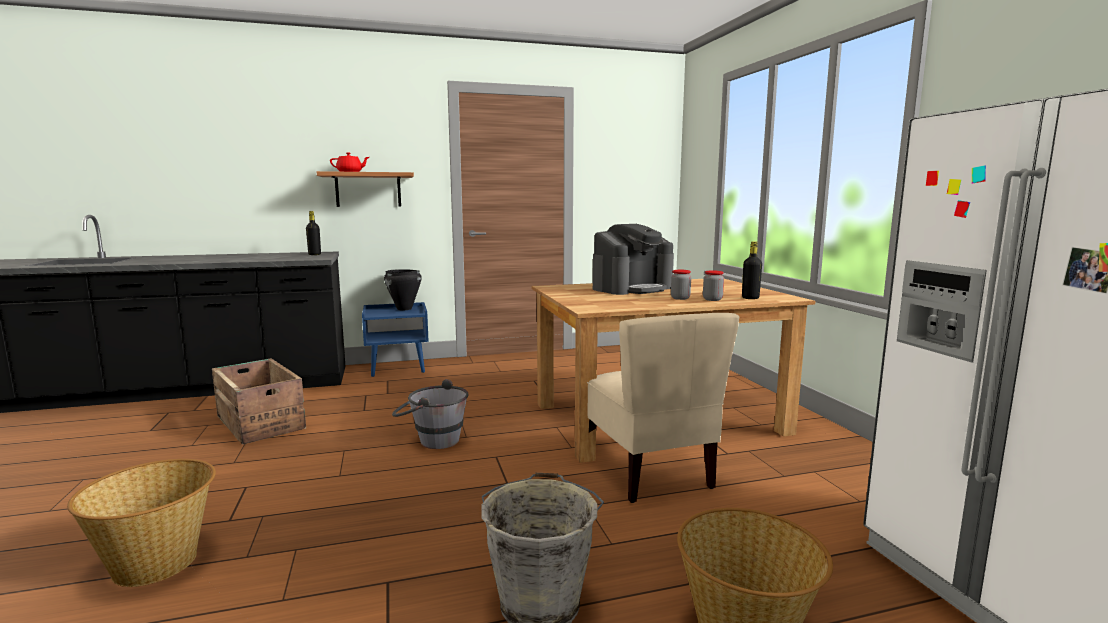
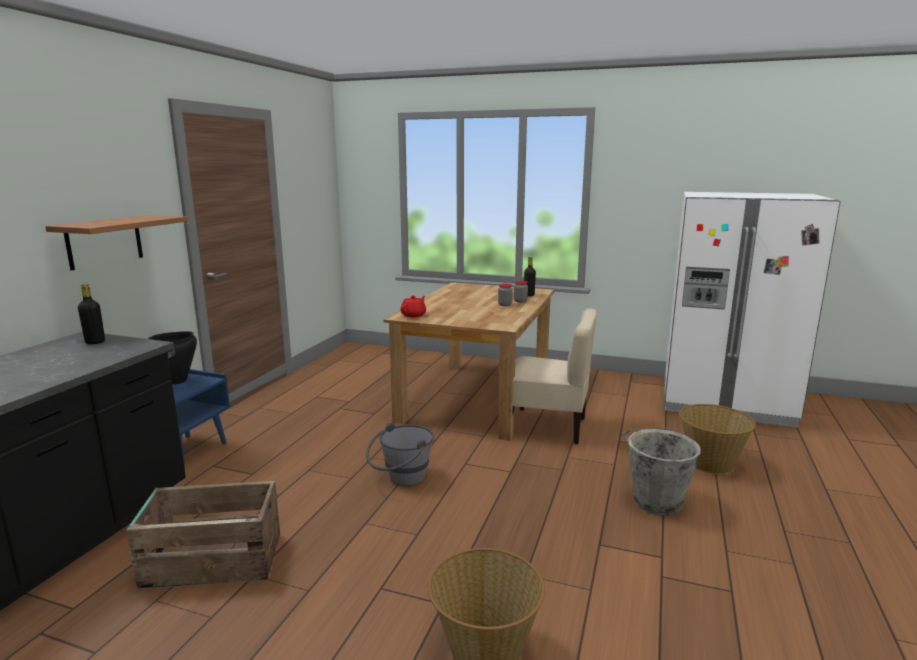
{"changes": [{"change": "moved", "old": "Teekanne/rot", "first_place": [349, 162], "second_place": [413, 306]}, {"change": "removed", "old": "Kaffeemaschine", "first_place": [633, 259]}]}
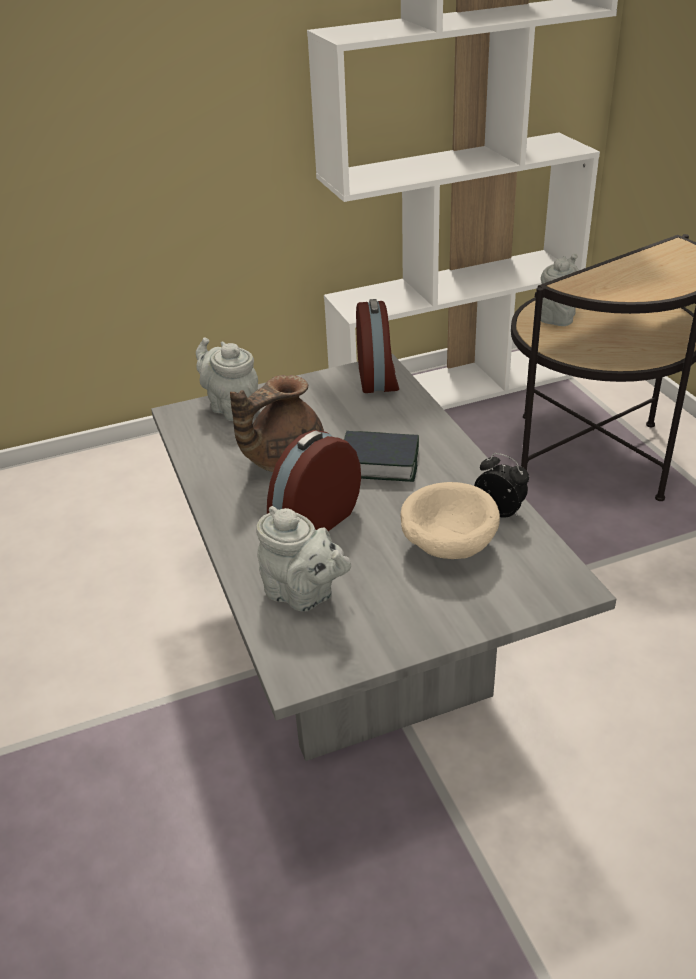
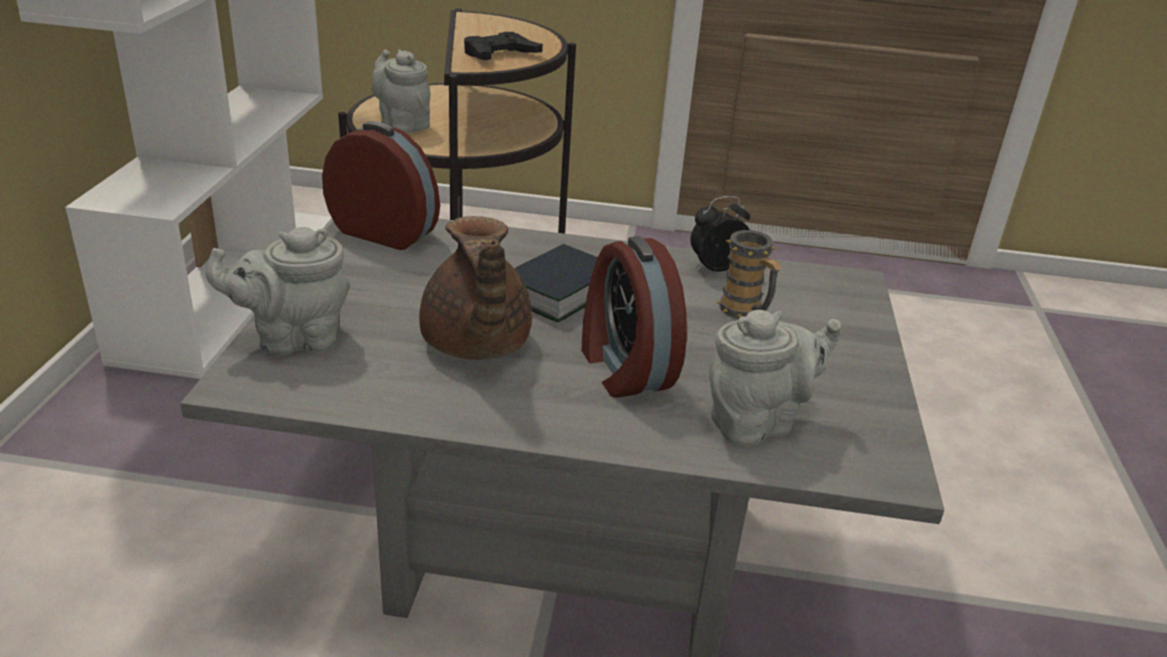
{"changes": [{"change": "added", "new": "Gamepad/schwarz", "second_place": [503, 46]}, {"change": "replaced", "old": "Schüssel/beige", "new": "Henkelbecher", "first_place": [450, 520], "second_place": [749, 274]}]}
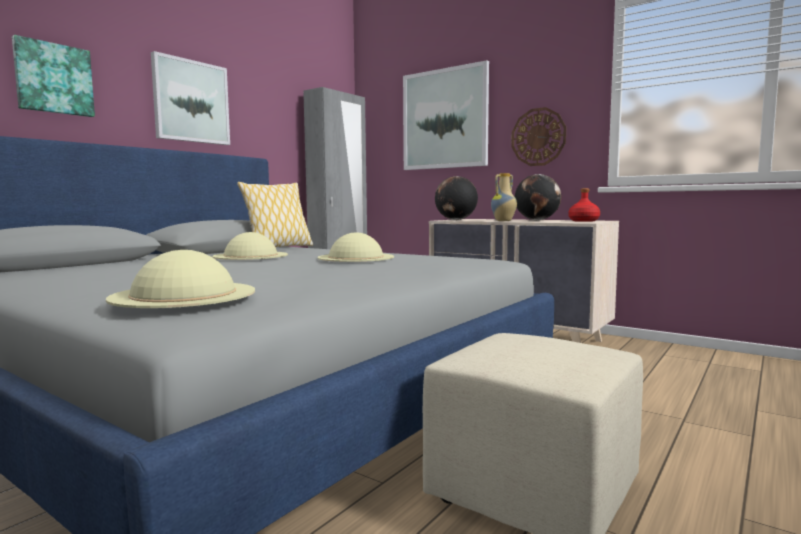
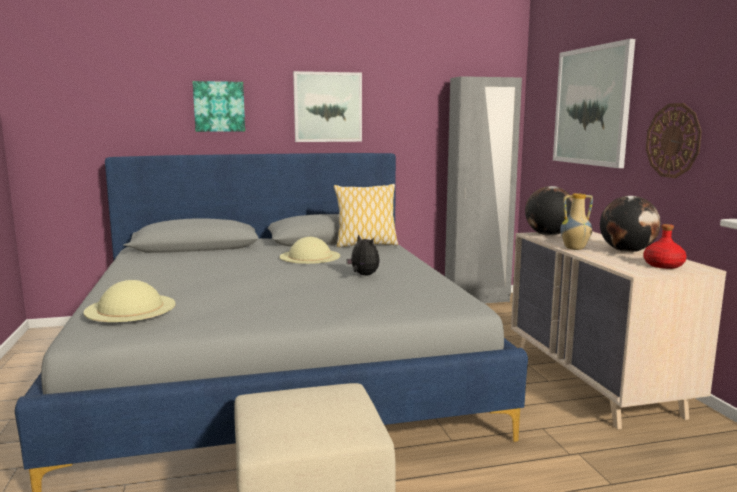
{"changes": [{"change": "replaced", "old": "Hut/beige", "new": "Plüschtier", "first_place": [356, 247], "second_place": [363, 254]}]}
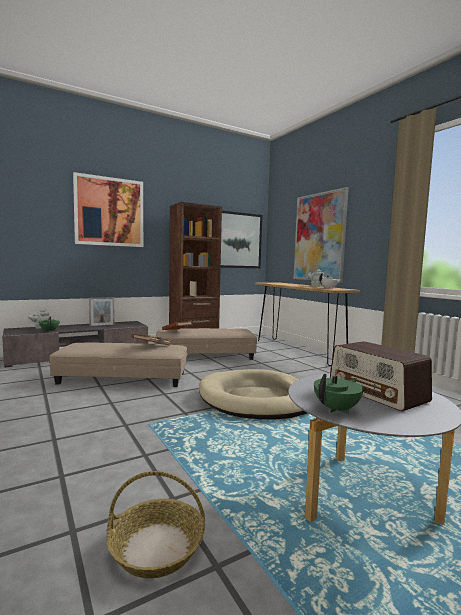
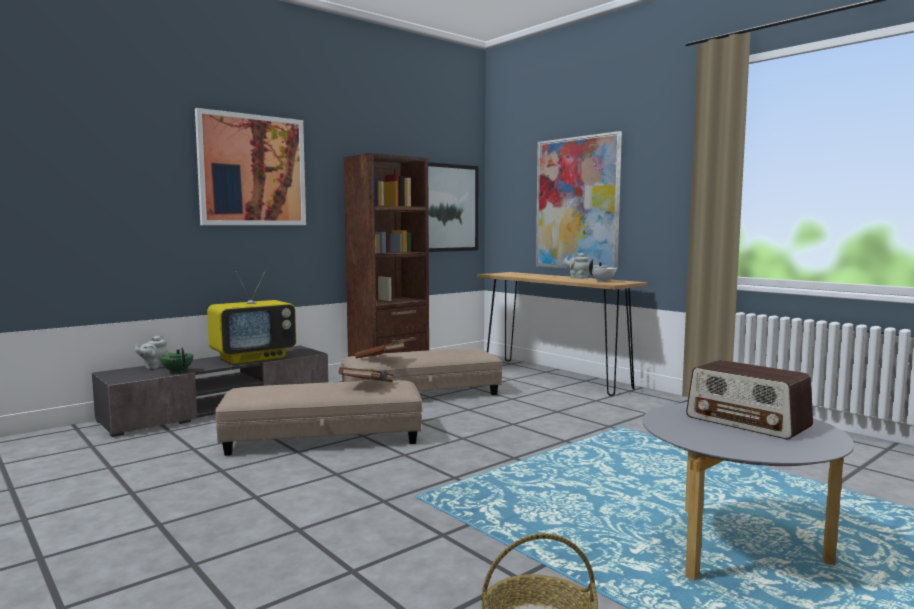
{"changes": [{"change": "replaced", "old": "Bilderrahmen", "new": "Fernseher", "first_place": [102, 312], "second_place": [251, 317]}, {"change": "removed", "old": "Hundebett/beige", "first_place": [253, 394]}, {"change": "removed", "old": "Teekanne/grün", "first_place": [339, 394]}]}
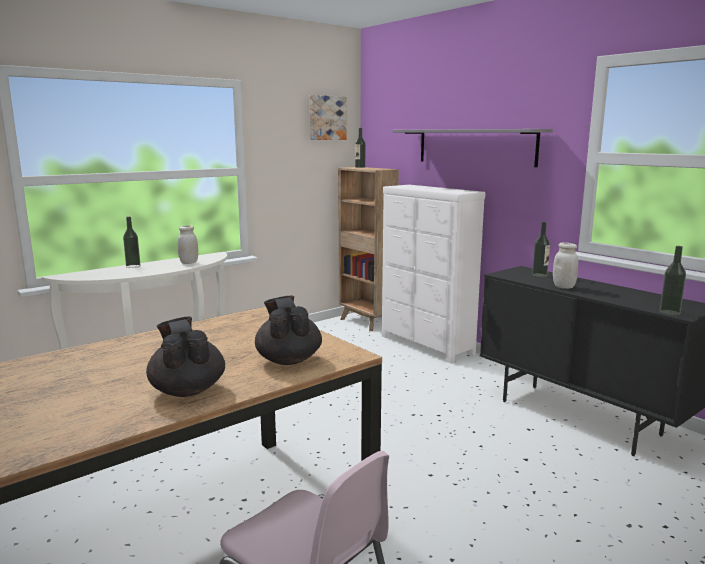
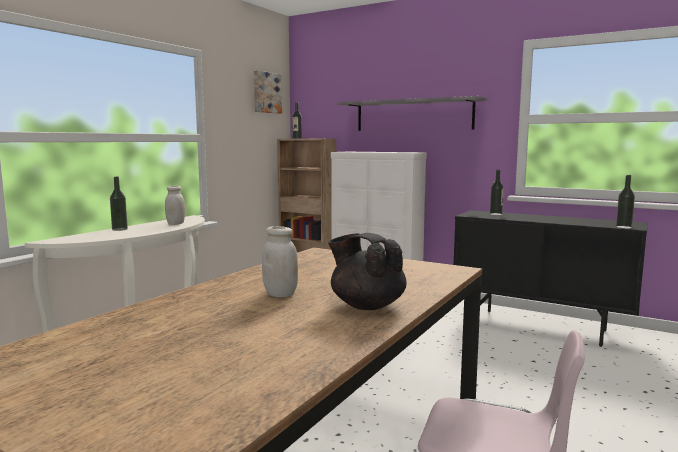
{"changes": [{"change": "moved", "old": "Vorratsglas/weiß", "first_place": [565, 265], "second_place": [280, 261]}, {"change": "removed", "old": "Teekanne/schwarz", "first_place": [288, 330]}]}
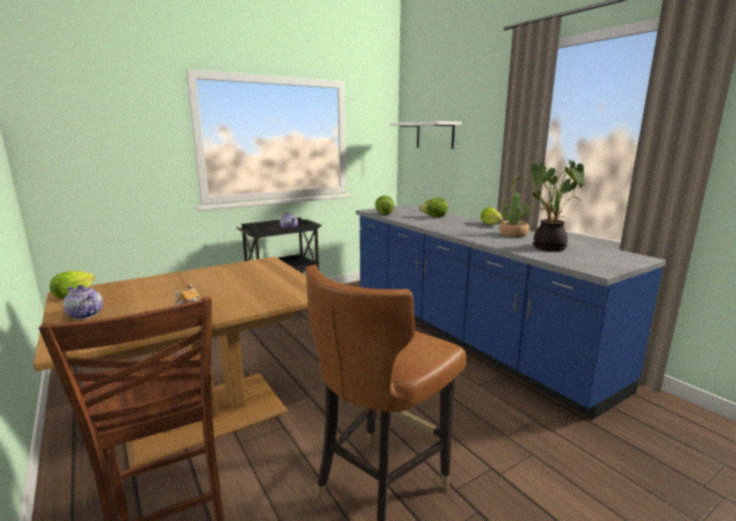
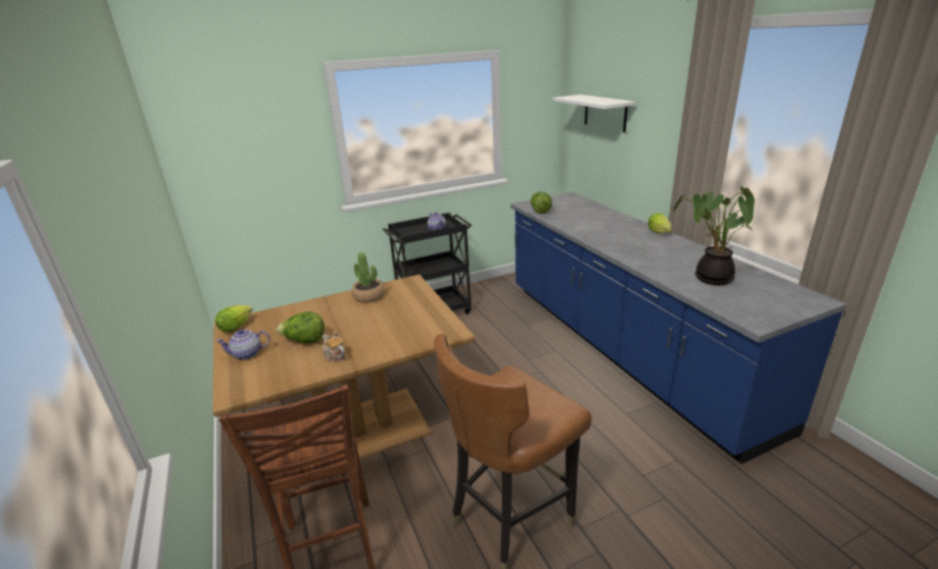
{"changes": [{"change": "turned", "old": "Teekanne", "first_place": [83, 302], "second_place": [243, 344], "degrees": -60}, {"change": "moved", "old": "Salatkopf", "first_place": [433, 207], "second_place": [300, 327]}, {"change": "moved", "old": "Topfpflanze", "first_place": [514, 215], "second_place": [368, 277]}]}
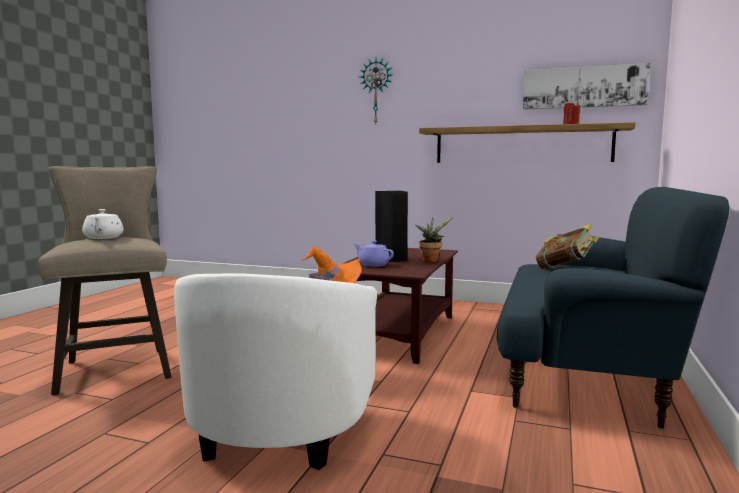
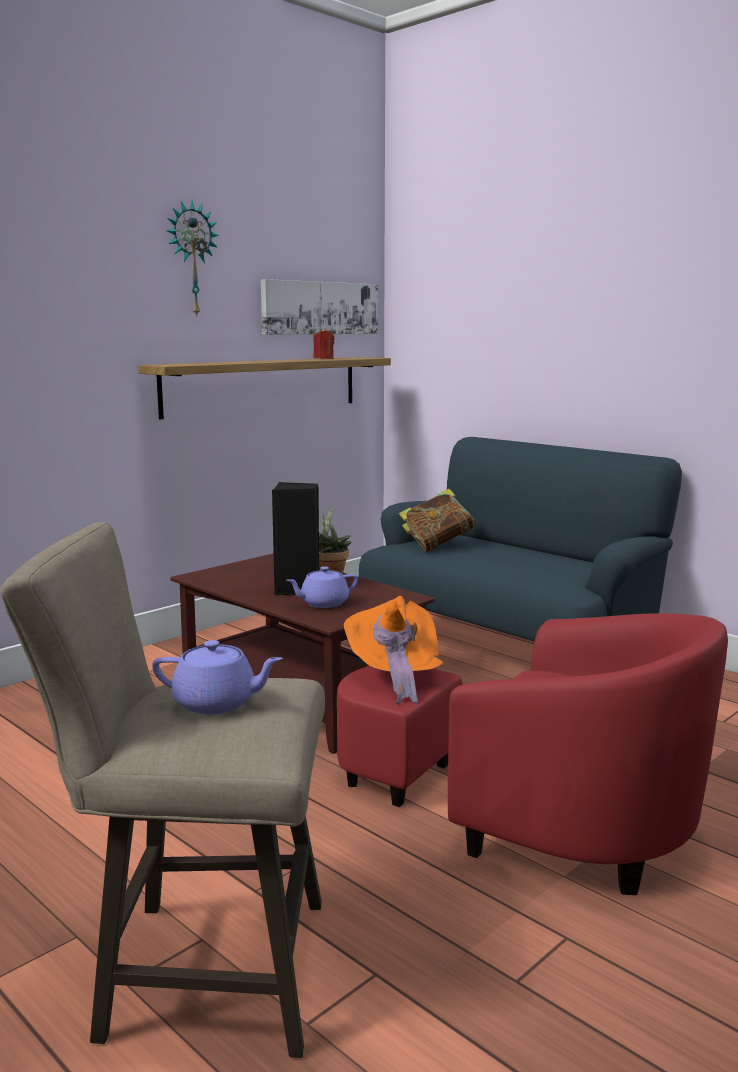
{"changes": [{"change": "recoloured", "old": "Teekanne/weiß", "new": "Teekanne/lila", "first_place": [103, 224], "second_place": [217, 677]}, {"change": "moved", "old": "Wanduhr", "first_place": [376, 91], "second_place": [193, 259]}, {"change": "recoloured", "old": "Sessel/weiß", "new": "Sessel/rot", "first_place": [275, 371], "second_place": [532, 754]}]}
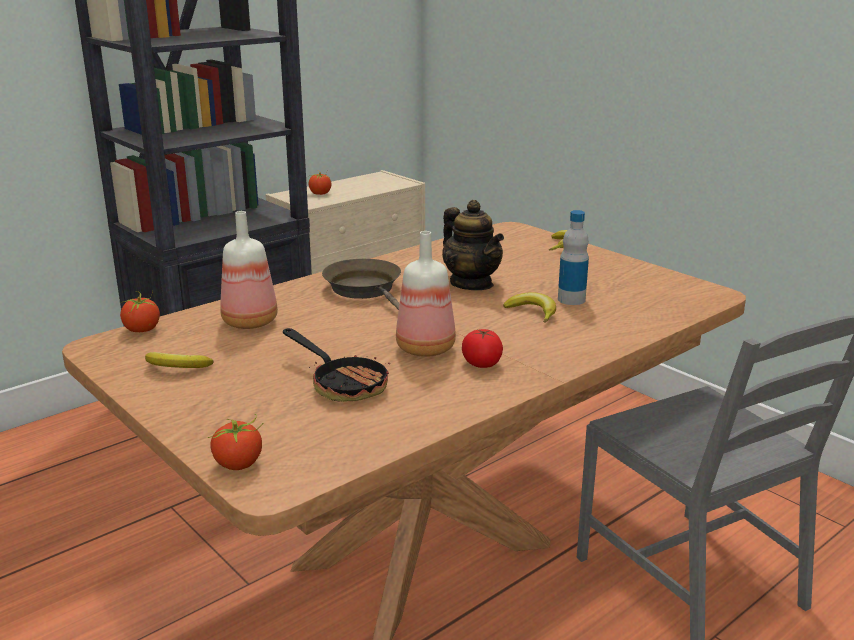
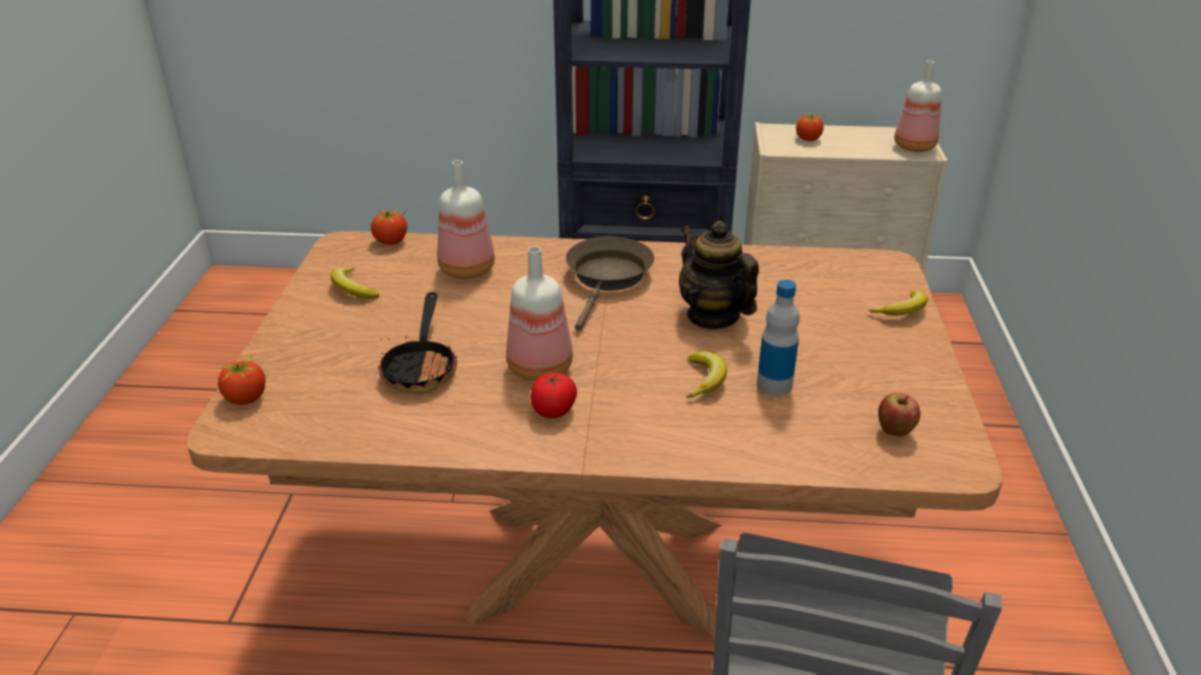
{"changes": [{"change": "turned", "old": "Teekanne", "first_place": [473, 245], "second_place": [719, 275], "degrees": 135}, {"change": "added", "new": "Apfel", "second_place": [899, 415]}, {"change": "added", "new": "Flasche", "second_place": [918, 106]}]}
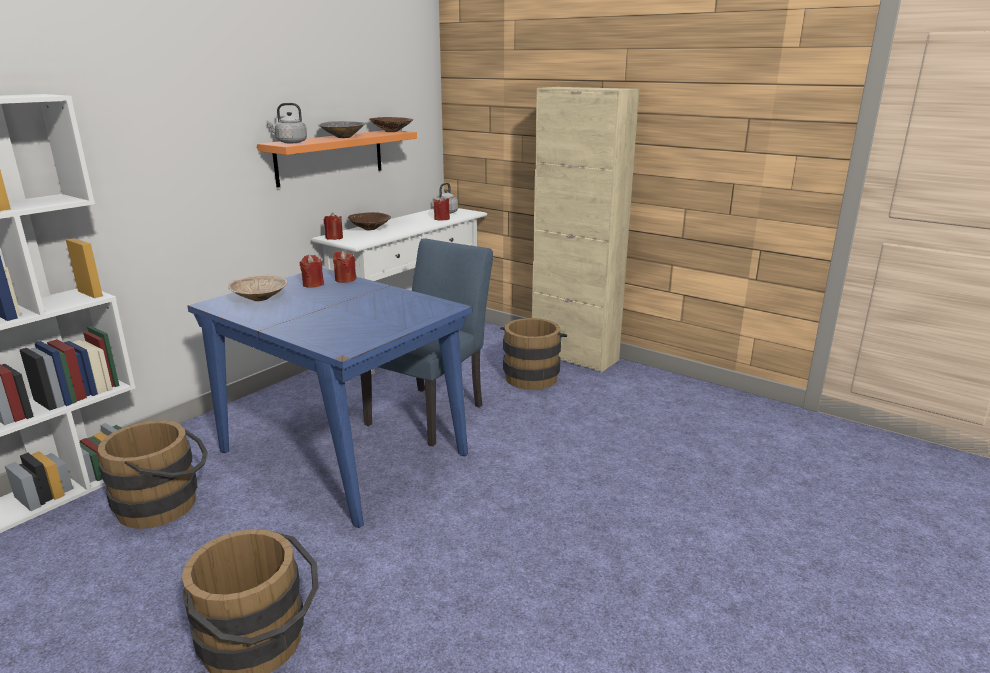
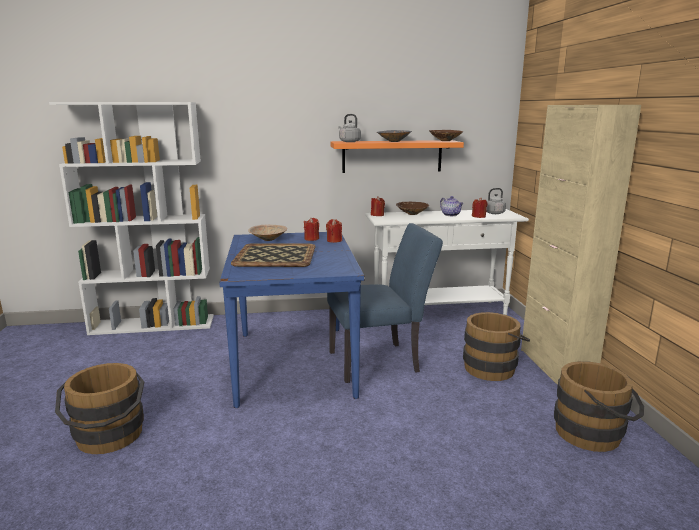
{"changes": [{"change": "added", "new": "Tablett", "second_place": [273, 255]}, {"change": "added", "new": "Teekanne", "second_place": [452, 206]}, {"change": "moved", "old": "Eimer/braun", "first_place": [153, 474], "second_place": [599, 406]}]}
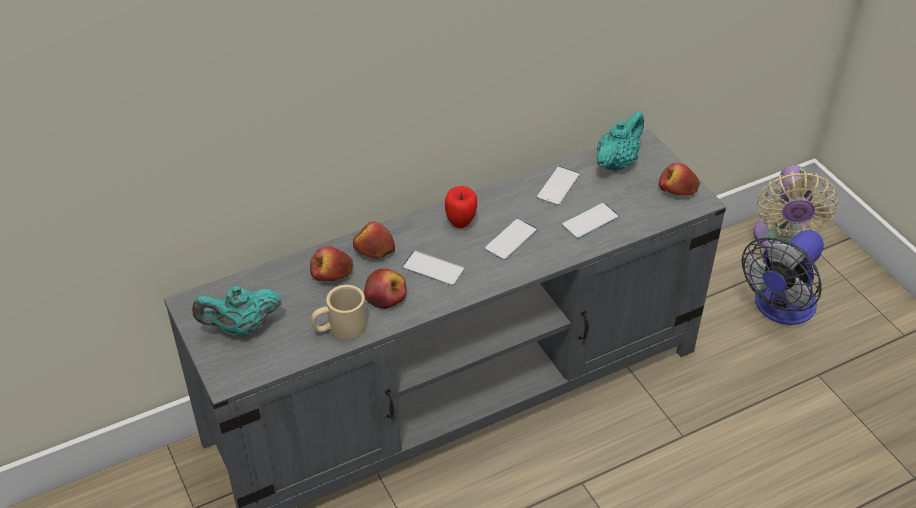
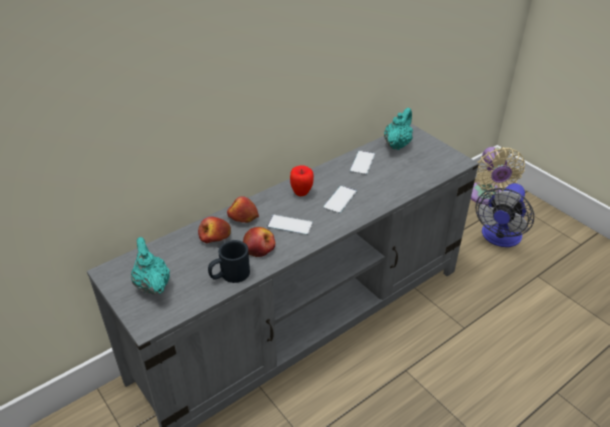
{"changes": [{"change": "turned", "old": "Teekanne/türkis", "first_place": [237, 311], "second_place": [150, 266], "degrees": 90}, {"change": "recoloured", "old": "Henkelbecher/beige", "new": "Henkelbecher/schwarz", "first_place": [339, 312], "second_place": [229, 261]}, {"change": "removed", "old": "Handy", "first_place": [590, 220]}, {"change": "removed", "old": "Apfel", "first_place": [679, 179]}]}
